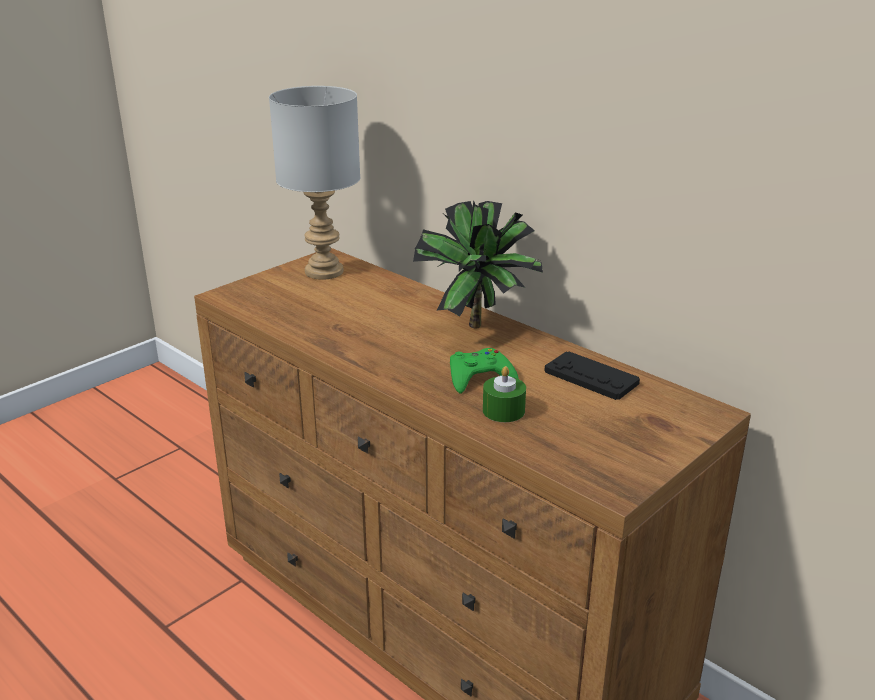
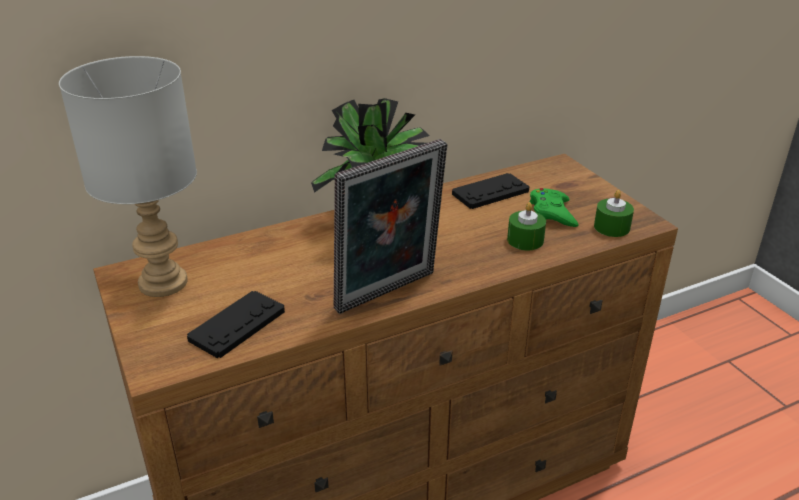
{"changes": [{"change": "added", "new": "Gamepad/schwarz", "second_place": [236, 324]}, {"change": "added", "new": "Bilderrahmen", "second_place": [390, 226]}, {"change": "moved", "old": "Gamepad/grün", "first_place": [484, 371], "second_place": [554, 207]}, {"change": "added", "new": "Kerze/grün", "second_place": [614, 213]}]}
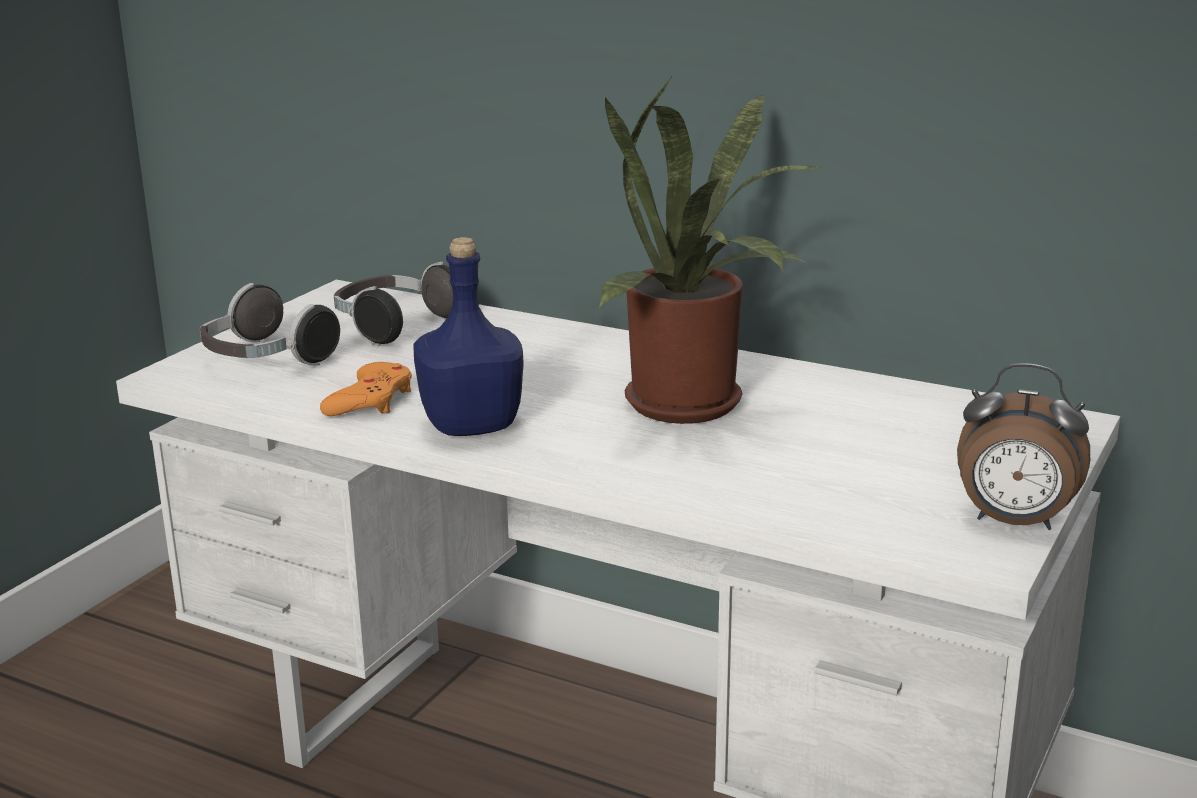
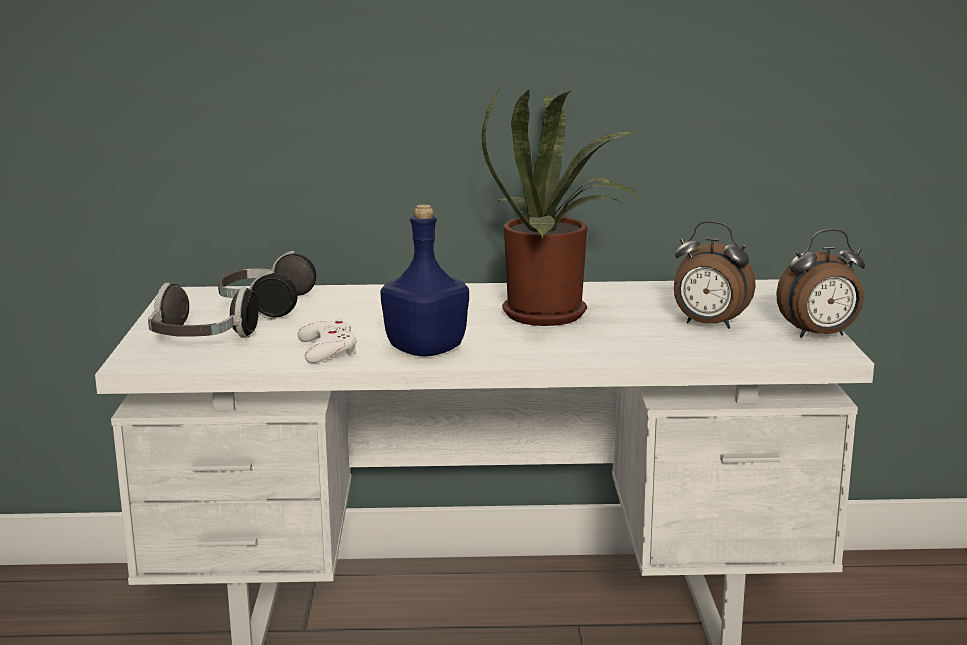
{"changes": [{"change": "recoloured", "old": "Gamepad/orange", "new": "Gamepad/weiß", "first_place": [366, 389], "second_place": [327, 341]}, {"change": "added", "new": "Wecker", "second_place": [715, 275]}]}
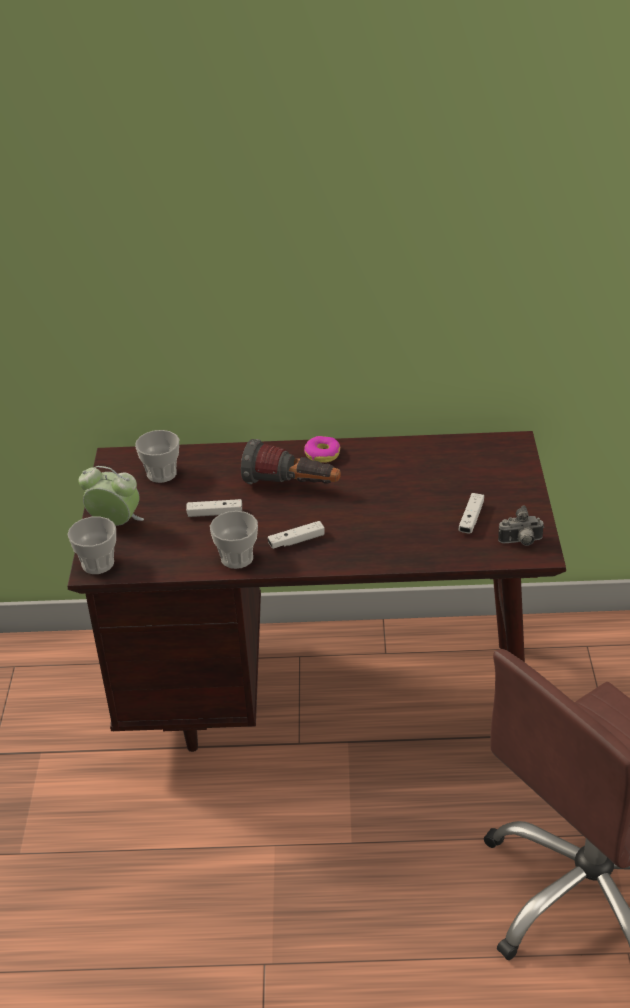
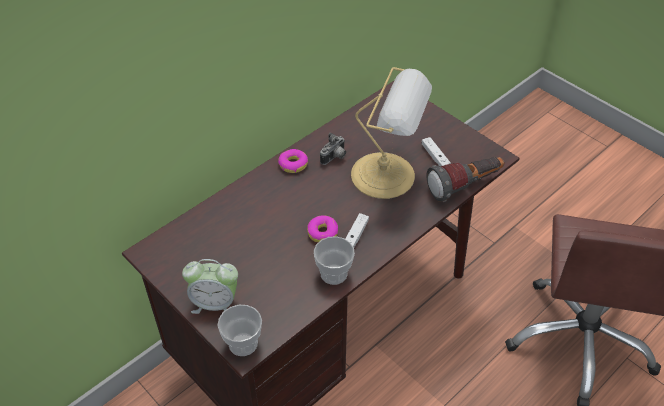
{"changes": [{"change": "turned", "old": "Wecker", "first_place": [111, 496], "second_place": [210, 286], "degrees": -150}, {"change": "added", "new": "Donut", "second_place": [322, 228]}, {"change": "moved", "old": "Kamera", "first_place": [521, 525], "second_place": [333, 148]}, {"change": "added", "new": "Tischlampe", "second_place": [391, 133]}, {"change": "moved", "old": "Taschenlampe", "first_place": [291, 461], "second_place": [465, 179]}, {"change": "removed", "old": "Tasse", "first_place": [157, 456]}, {"change": "removed", "old": "Gamepad/weiß", "first_place": [214, 508]}]}
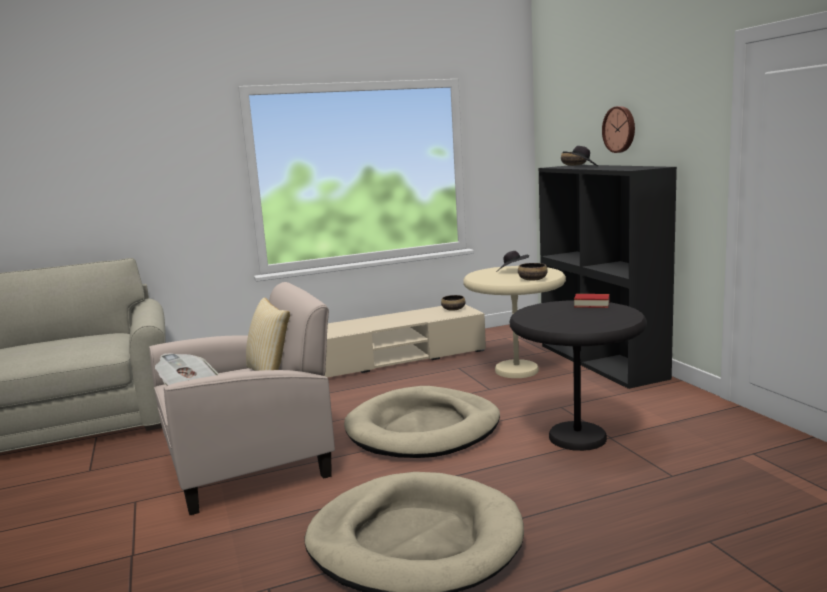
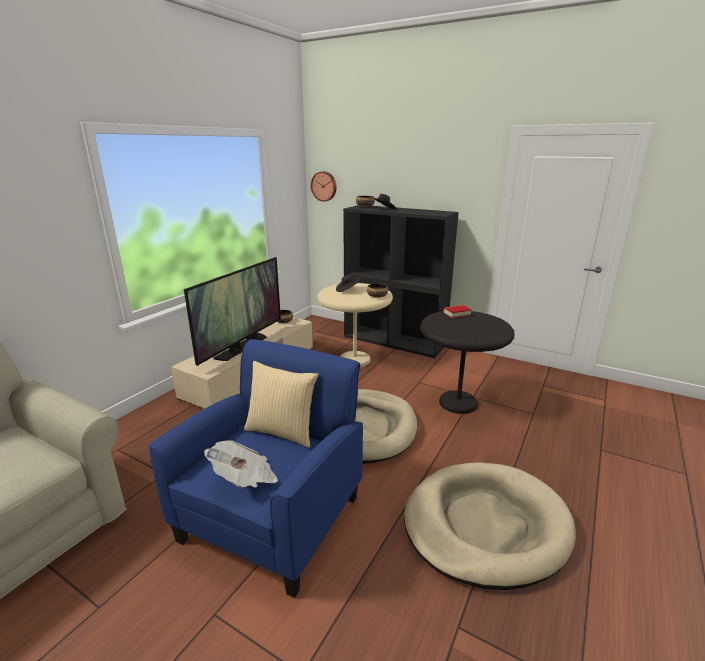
{"changes": [{"change": "recoloured", "old": "Sessel/beige", "new": "Sessel/blau", "first_place": [242, 398], "second_place": [255, 468]}, {"change": "added", "new": "Fernseher", "second_place": [232, 311]}, {"change": "moved", "old": "Wanduhr", "first_place": [618, 129], "second_place": [324, 186]}]}
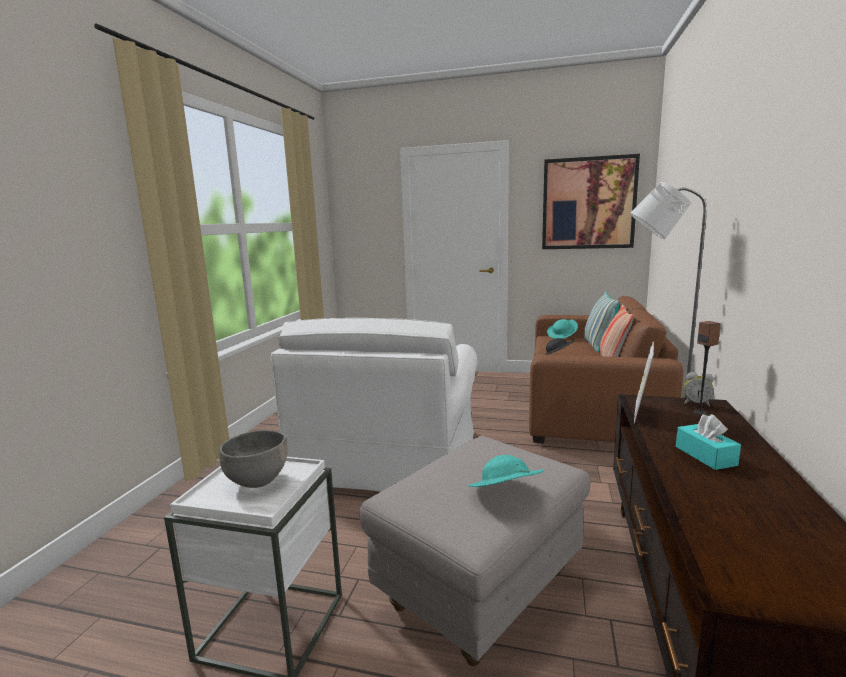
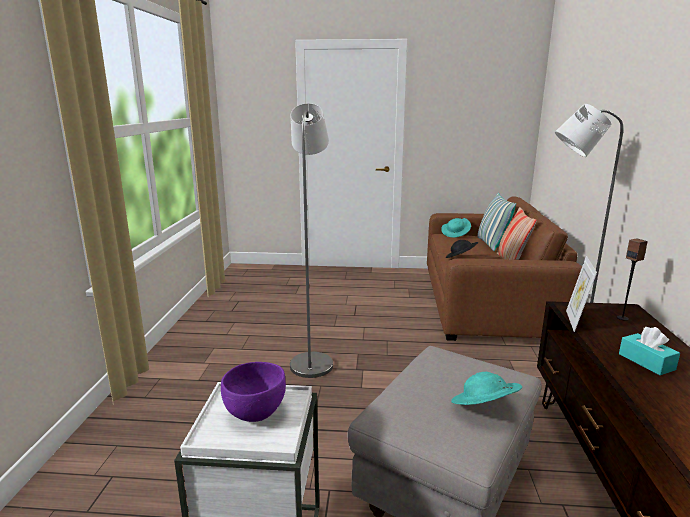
{"changes": [{"change": "recoloured", "old": "Schüssel/grau", "new": "Schüssel/lila", "first_place": [253, 459], "second_place": [253, 392]}, {"change": "replaced", "old": "Sessel/weiß", "new": "Stehlampe/grau", "first_place": [373, 405], "second_place": [311, 240]}, {"change": "removed", "old": "Bild", "first_place": [591, 201]}, {"change": "removed", "old": "Wecker", "first_place": [699, 389]}]}
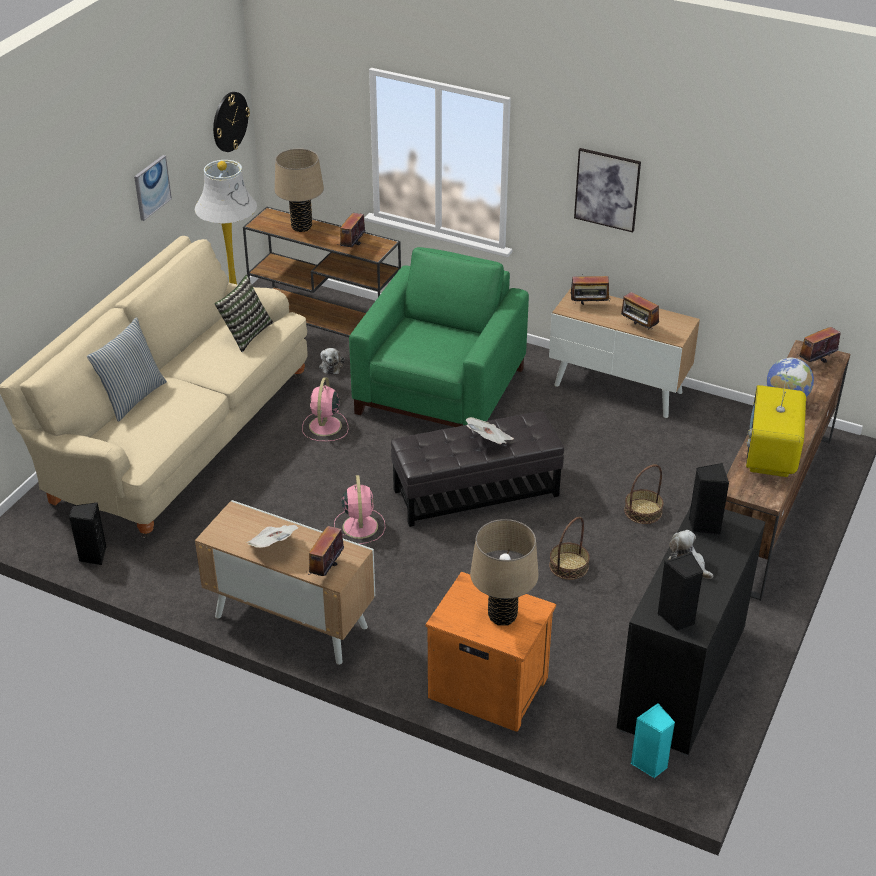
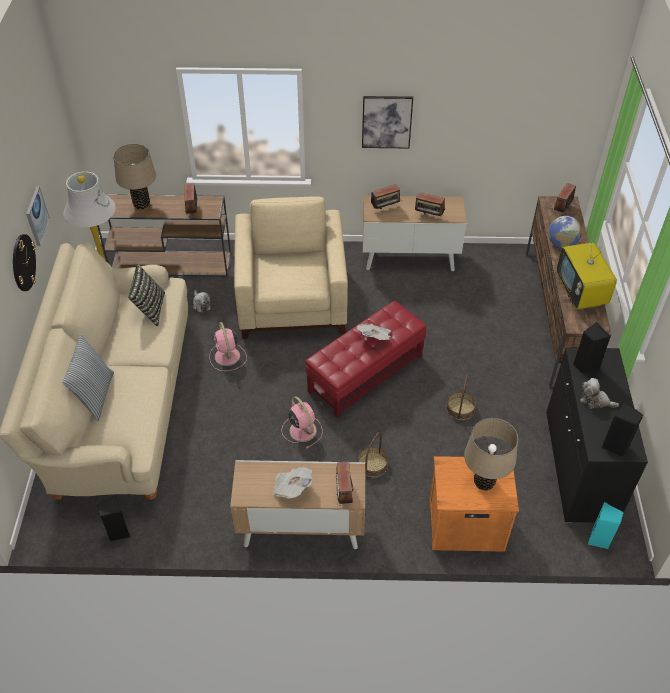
{"changes": [{"change": "moved", "old": "Wanduhr", "first_place": [231, 122], "second_place": [24, 262]}, {"change": "recoloured", "old": "Sessel/grün", "new": "Sessel/beige", "first_place": [439, 337], "second_place": [291, 267]}, {"change": "recoloured", "old": "Polsterhocker/schwarz", "new": "Polsterhocker/rot", "first_place": [477, 469], "second_place": [366, 359]}, {"change": "moved", "old": "Korb", "first_place": [643, 494], "second_place": [373, 454]}]}
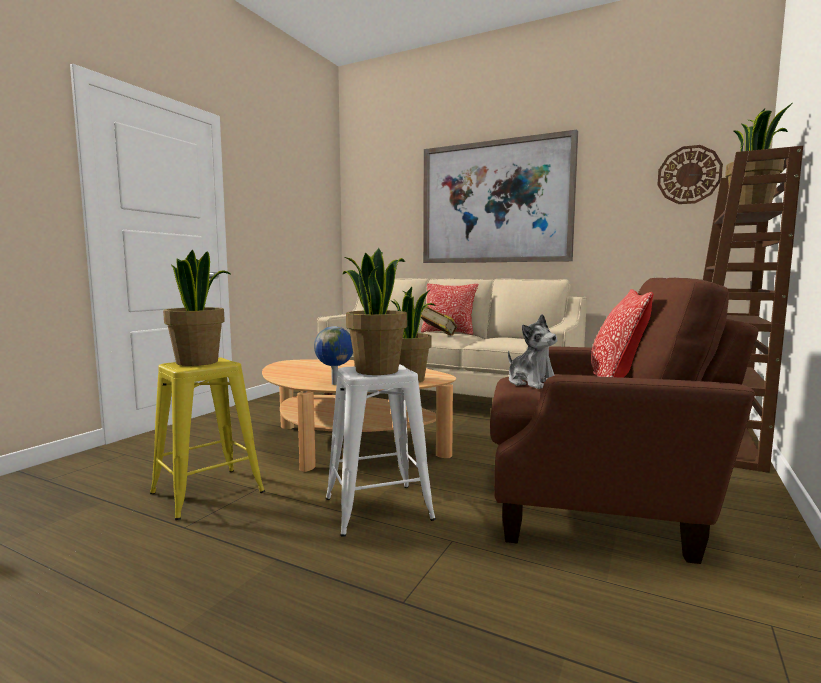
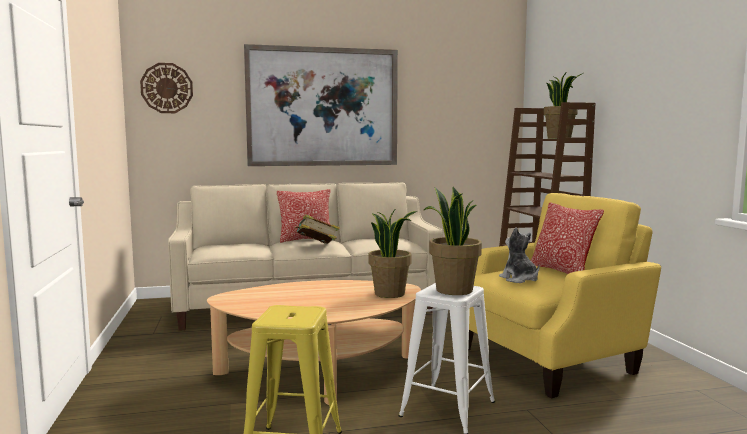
{"changes": [{"change": "moved", "old": "Wanduhr", "first_place": [690, 174], "second_place": [166, 88]}, {"change": "recoloured", "old": "Sessel/braun", "new": "Sessel/gelb", "first_place": [624, 421], "second_place": [564, 295]}, {"change": "turned", "old": "Plüschtier", "first_place": [533, 351], "second_place": [519, 255], "degrees": -135}, {"change": "removed", "old": "Topfpflanze", "first_place": [196, 307]}, {"change": "removed", "old": "Globus", "first_place": [333, 355]}]}
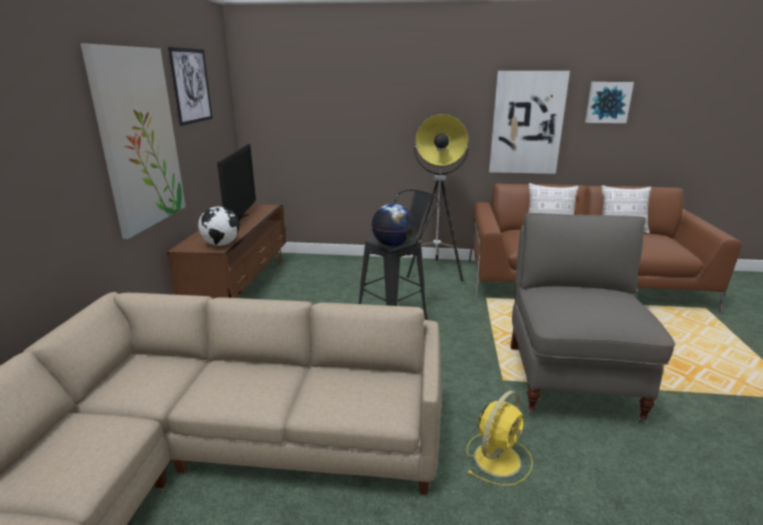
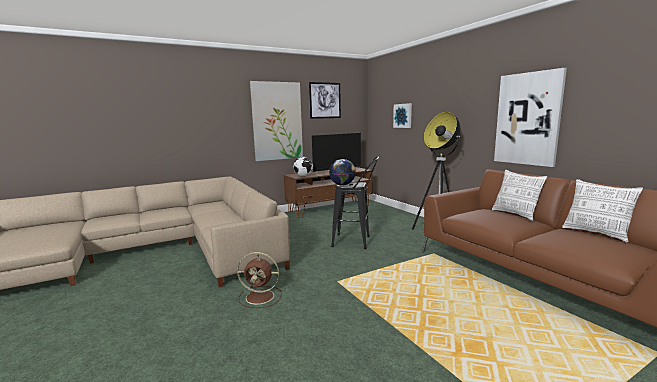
{"changes": [{"change": "recoloured", "old": "Ventilator/gelb", "new": "Ventilator/braun", "first_place": [500, 438], "second_place": [259, 280]}, {"change": "moved", "old": "Bild", "first_place": [609, 102], "second_place": [402, 115]}, {"change": "removed", "old": "Sessel/grau", "first_place": [592, 318]}]}
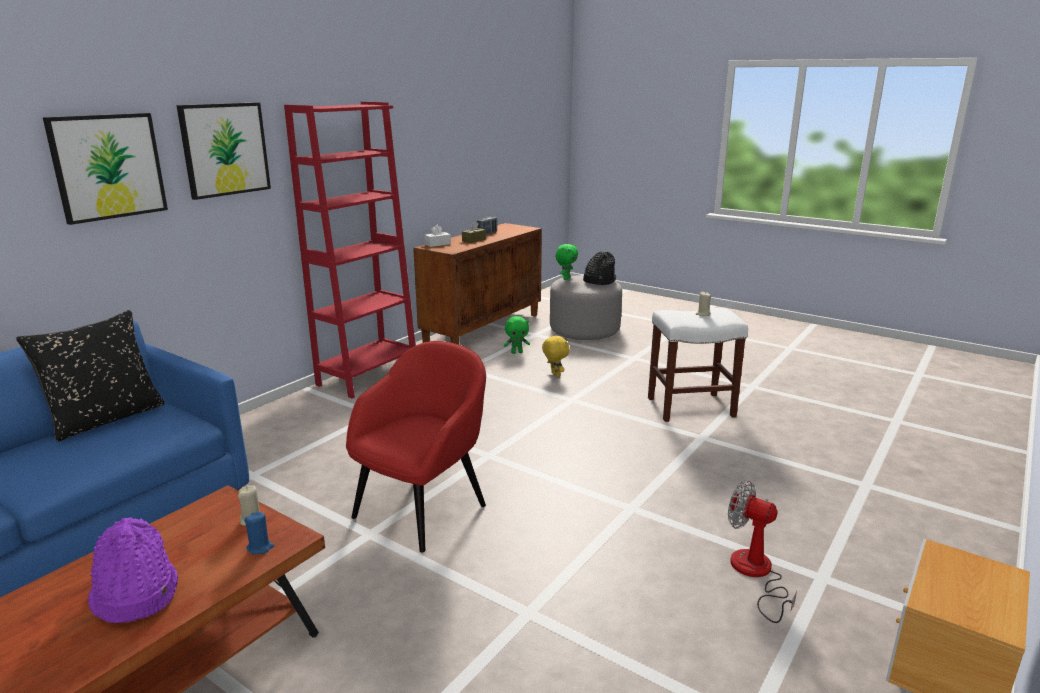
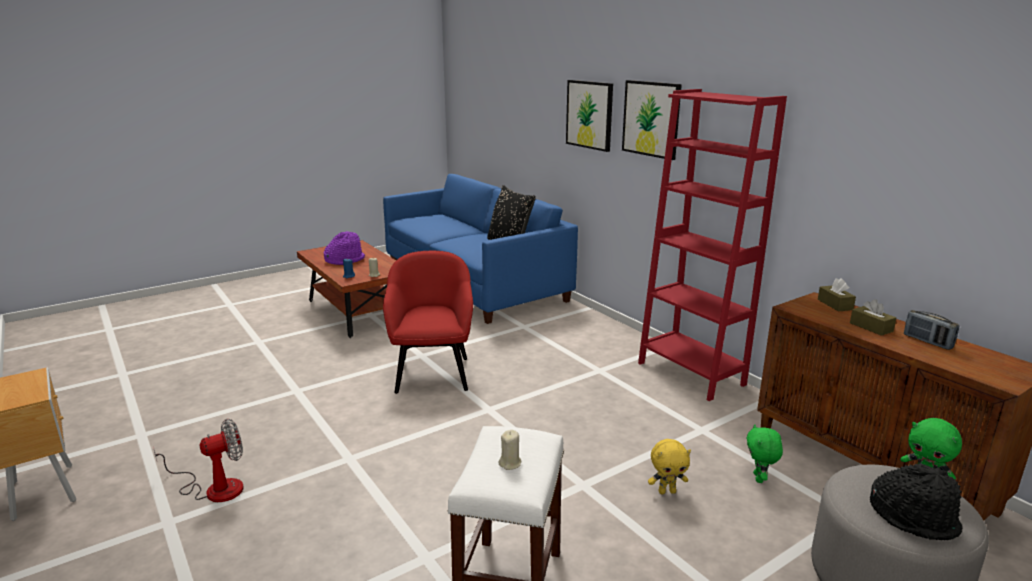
{"changes": [{"change": "turned", "old": "Sessel/rot", "first_place": [416, 447], "second_place": [428, 322], "degrees": -150}, {"change": "recoloured", "old": "Taschentuchbox/weiß", "new": "Taschentuchbox/braun", "first_place": [438, 236], "second_place": [837, 295]}]}
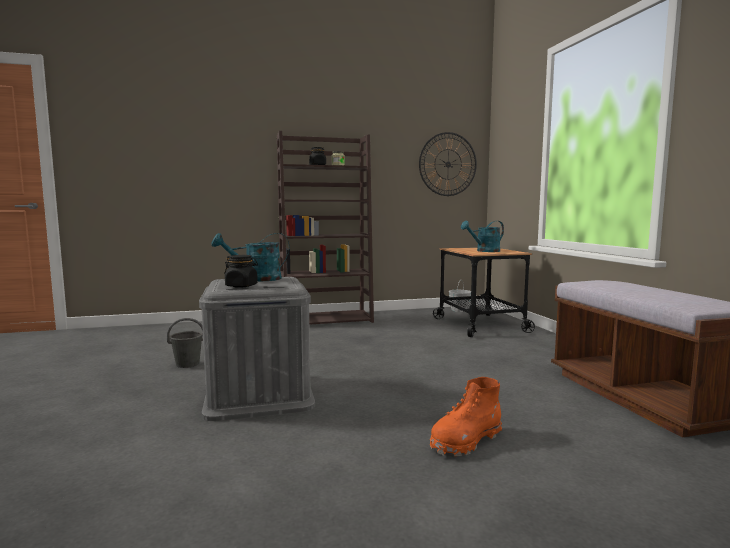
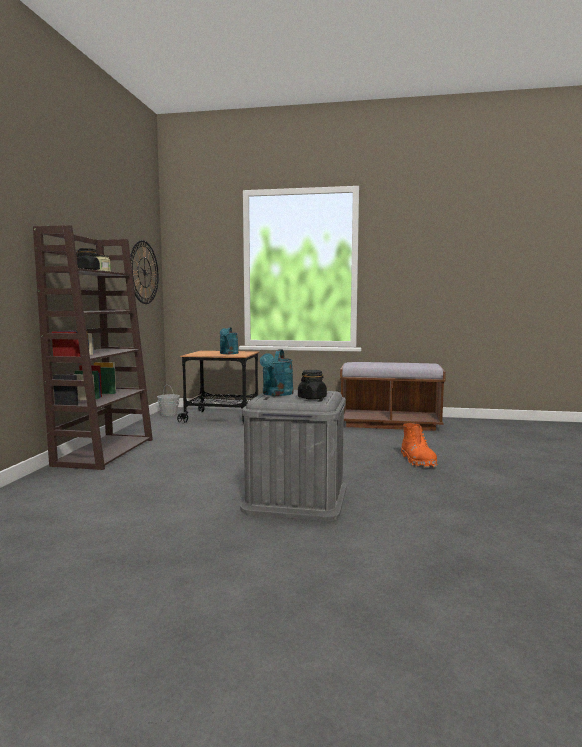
{"changes": [{"change": "removed", "old": "Eimer/grau", "first_place": [185, 343]}]}
